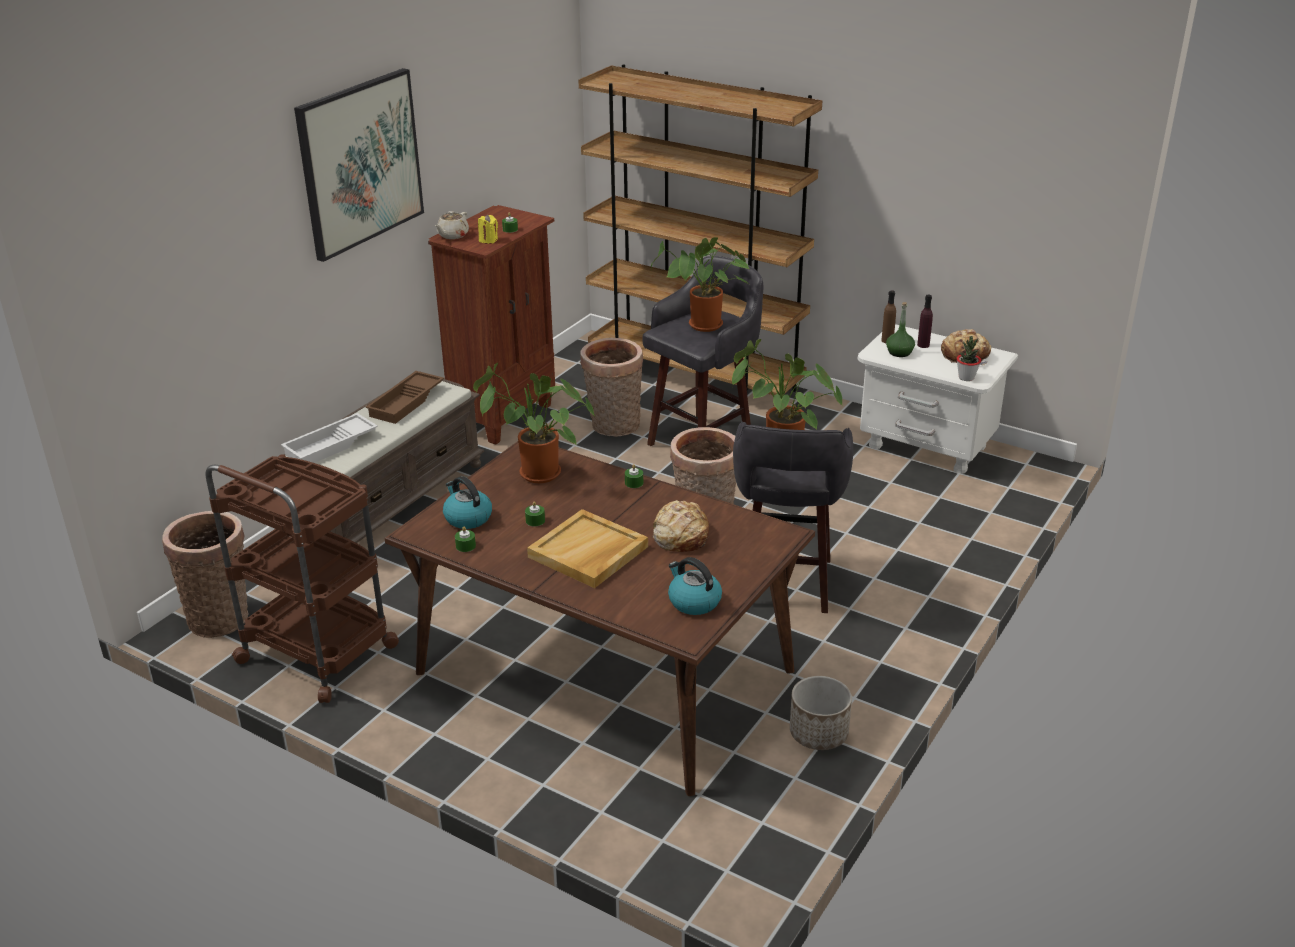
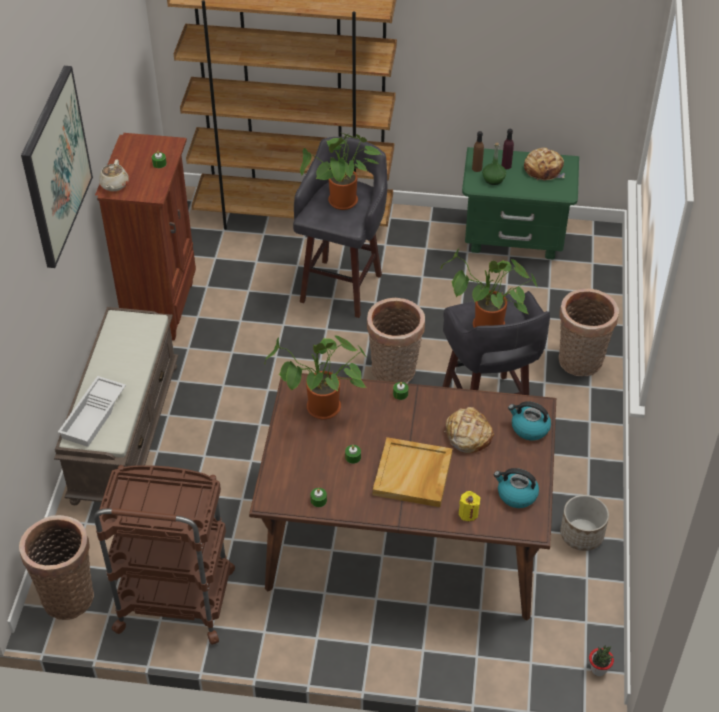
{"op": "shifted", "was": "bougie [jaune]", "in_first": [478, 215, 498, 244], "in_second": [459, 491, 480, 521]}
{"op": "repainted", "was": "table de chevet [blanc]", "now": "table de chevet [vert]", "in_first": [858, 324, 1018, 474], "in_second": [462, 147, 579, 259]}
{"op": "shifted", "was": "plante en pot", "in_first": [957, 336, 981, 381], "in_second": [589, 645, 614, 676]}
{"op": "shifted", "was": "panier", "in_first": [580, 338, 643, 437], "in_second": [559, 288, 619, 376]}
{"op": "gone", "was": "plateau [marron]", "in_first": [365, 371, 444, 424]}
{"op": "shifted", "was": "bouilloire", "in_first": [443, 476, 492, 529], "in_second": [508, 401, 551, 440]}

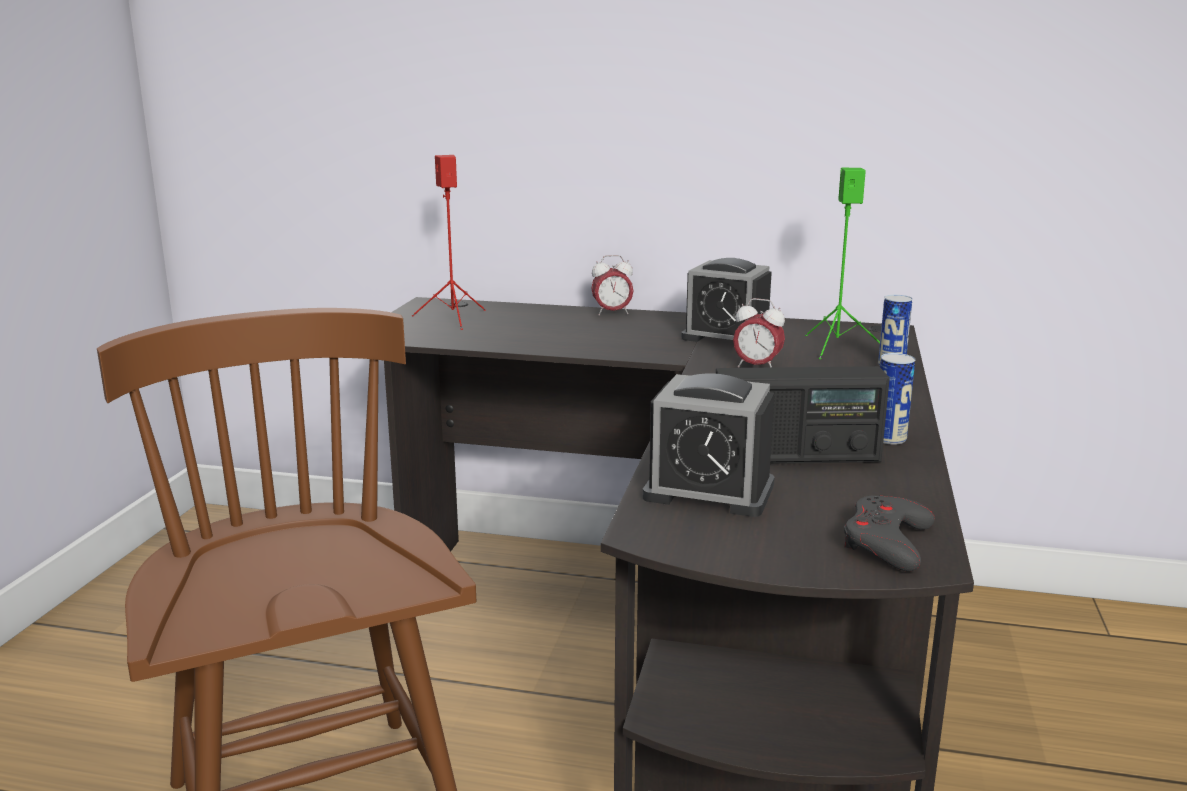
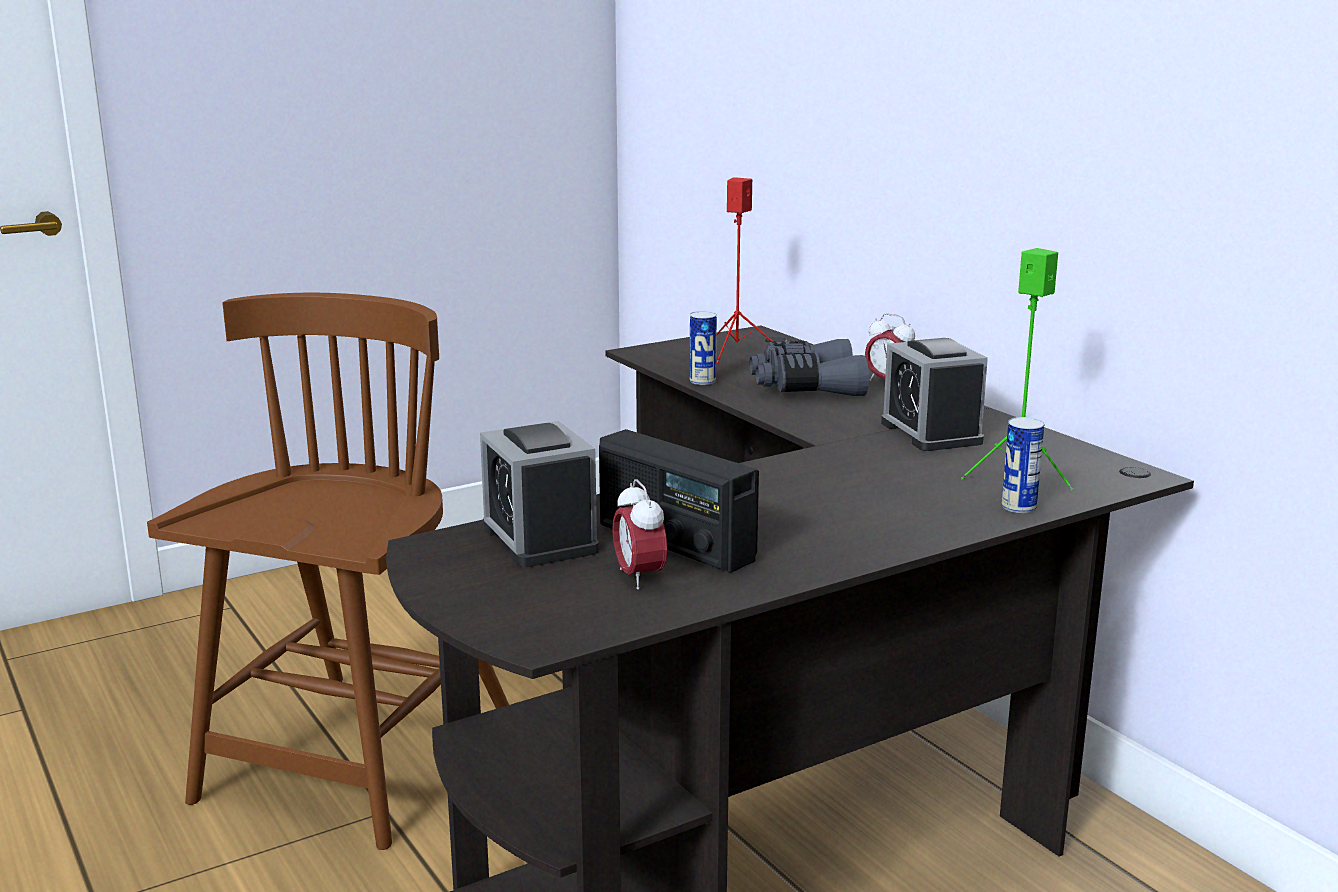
{"op": "shifted", "was": "réveil", "in_first": [733, 298, 785, 368], "in_second": [612, 479, 667, 590]}
{"op": "shifted", "was": "boîte métallique", "in_first": [880, 353, 915, 445], "in_second": [690, 311, 717, 385]}
{"op": "gone", "was": "manette [gris]", "in_first": [844, 496, 935, 572]}
{"op": "new", "now": "jumelles [gris]", "in_second": [749, 339, 869, 396]}

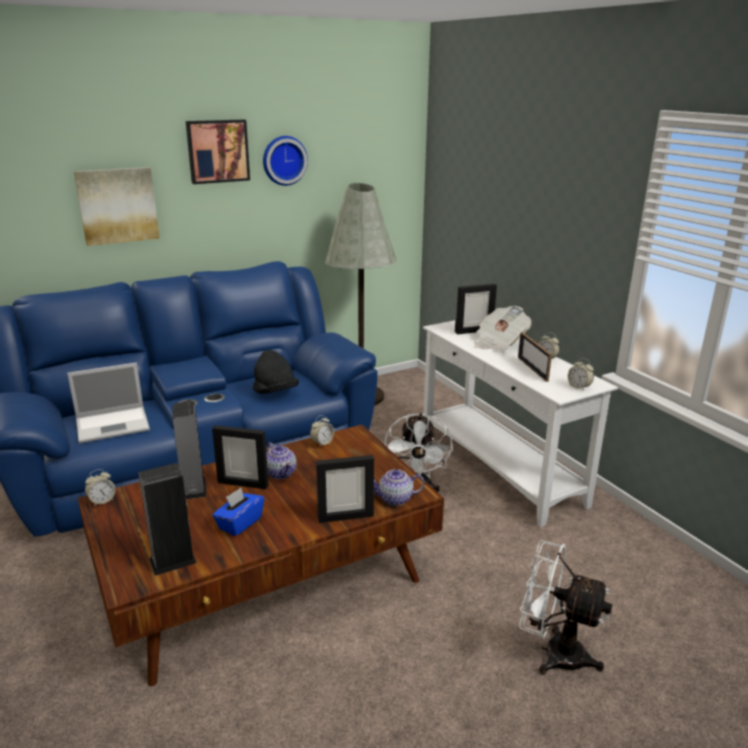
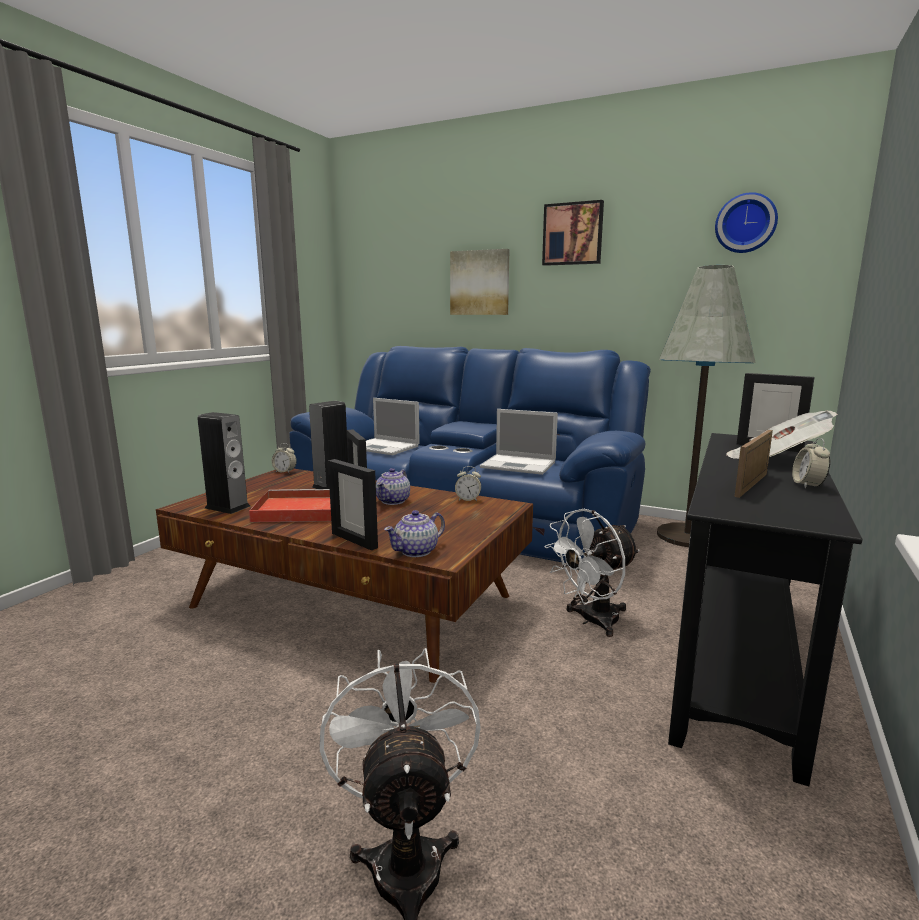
{"op": "shifted", "was": "horloge murale", "in_first": [263, 136, 308, 186], "in_second": [715, 192, 778, 253]}
{"op": "repainted", "was": "table console [blanc]", "now": "table console [noir]", "in_first": [423, 320, 618, 527], "in_second": [668, 433, 862, 786]}
{"op": "swapped", "was": "chapeau [noir]", "now": "ordinateur portable", "in_first": [253, 350, 299, 394], "in_second": [480, 409, 558, 475]}
{"op": "gone", "was": "réveil", "in_first": [568, 358, 594, 391]}
{"op": "rotated", "was": "théière", "in_first": [374, 469, 425, 506], "in_second": [384, 510, 445, 557], "clockwise": -90}
{"op": "swapped", "was": "boîte à mouchoirs [bleu]", "now": "plateau [rouge]", "in_first": [213, 488, 264, 536], "in_second": [249, 489, 331, 522]}

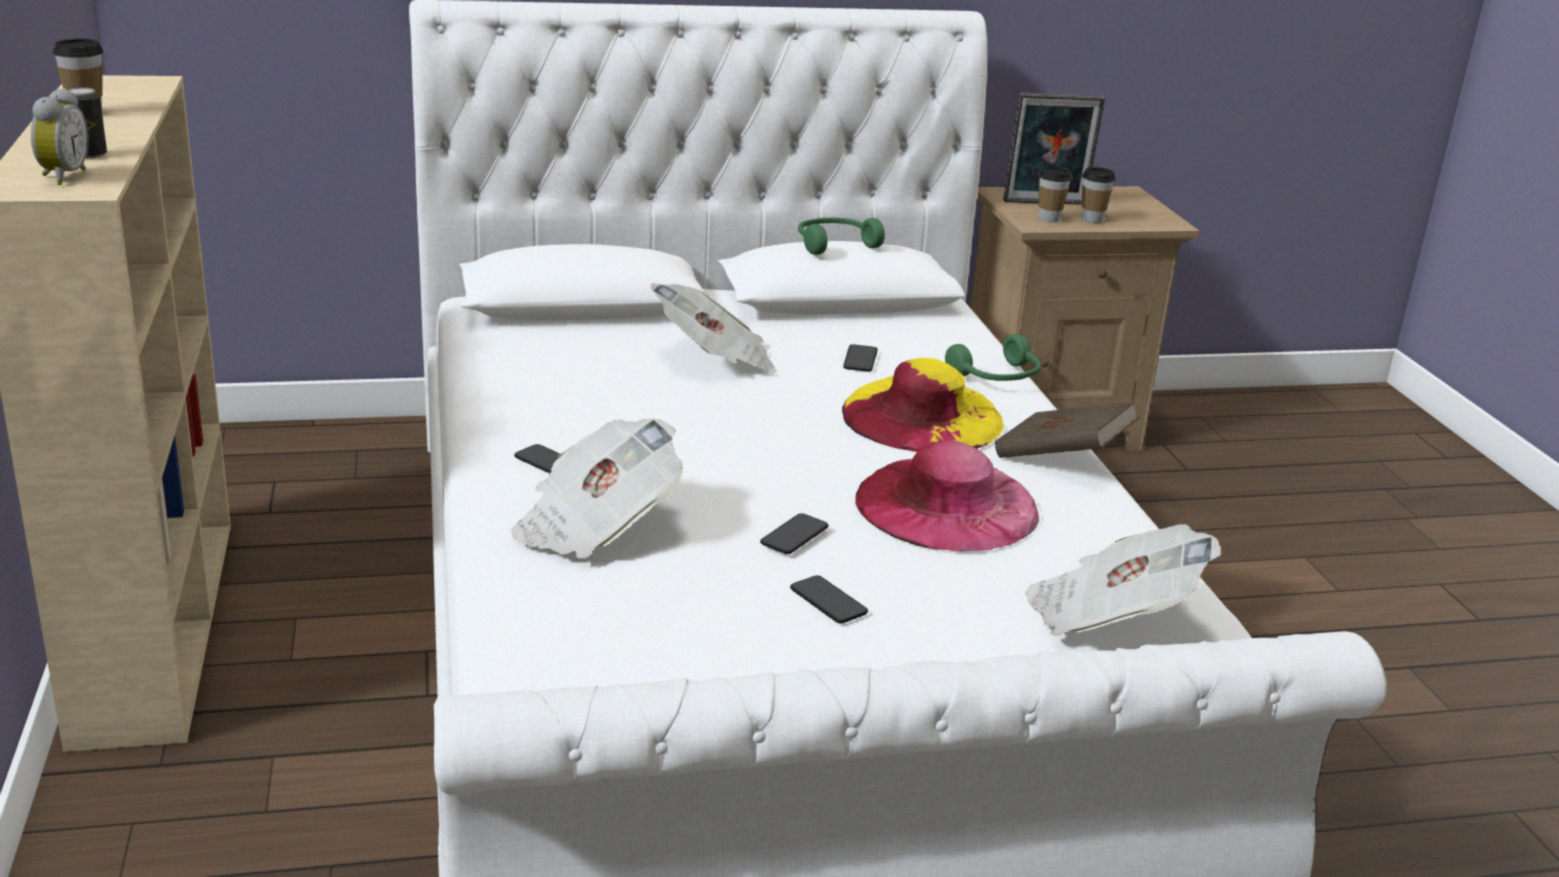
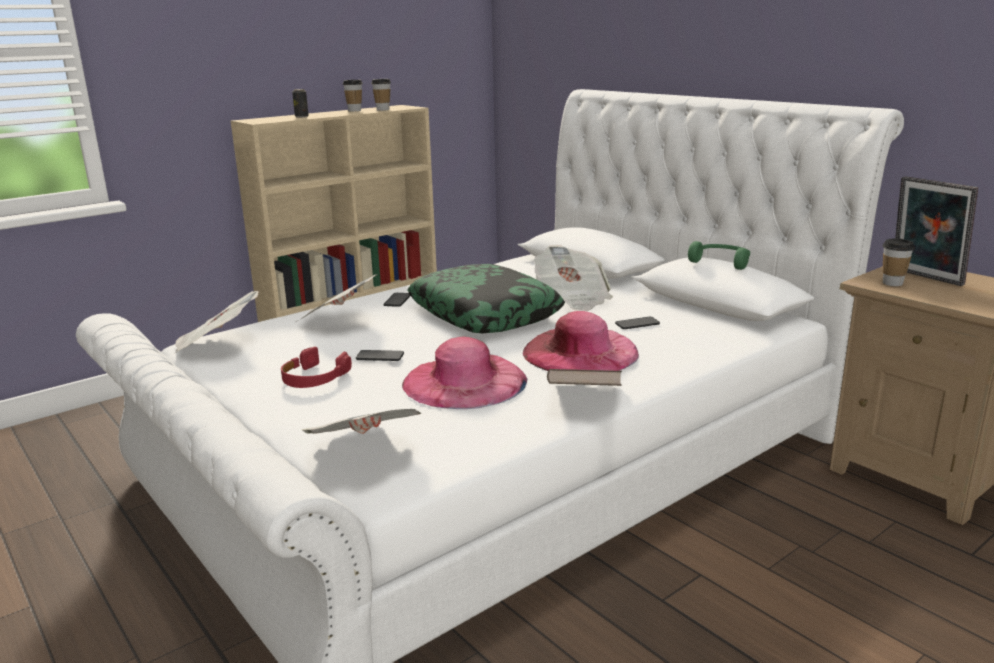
{"op": "gone", "was": "réveil", "in_first": [31, 88, 89, 185]}
{"op": "shifted", "was": "tasse", "in_first": [1082, 167, 1116, 223], "in_second": [371, 79, 391, 111]}
{"op": "gone", "was": "casque audio [vert]", "in_first": [945, 334, 1041, 381]}
{"op": "repainted", "was": "chapeau [jaune]", "now": "chapeau [rose]", "in_first": [842, 358, 1005, 451], "in_second": [522, 311, 639, 371]}
{"op": "swapped", "was": "téléphone", "now": "casque audio [rouge]", "in_first": [790, 575, 868, 623], "in_second": [281, 347, 352, 388]}
{"op": "new", "now": "coussin", "in_second": [407, 264, 565, 333]}
{"op": "new", "now": "journal", "in_second": [175, 291, 259, 353]}

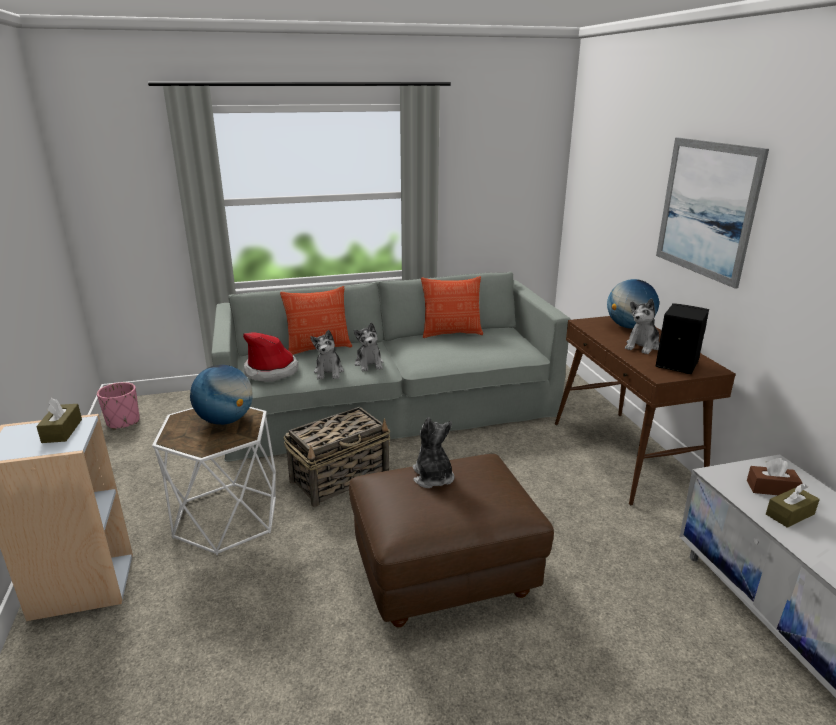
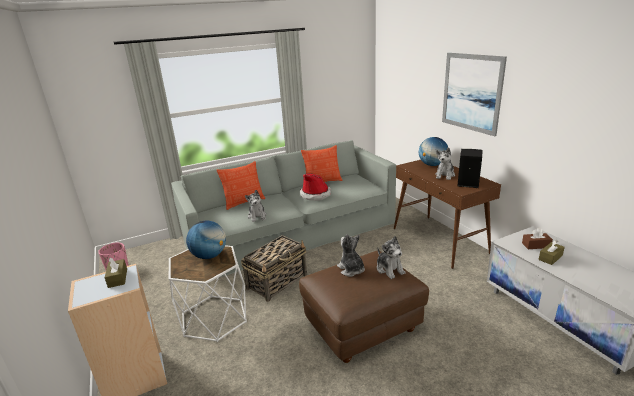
{"op": "shifted", "was": "peluche", "in_first": [354, 322, 383, 371], "in_second": [377, 236, 406, 279]}
{"op": "shifted", "was": "chapeau", "in_first": [243, 332, 298, 382], "in_second": [300, 173, 331, 201]}

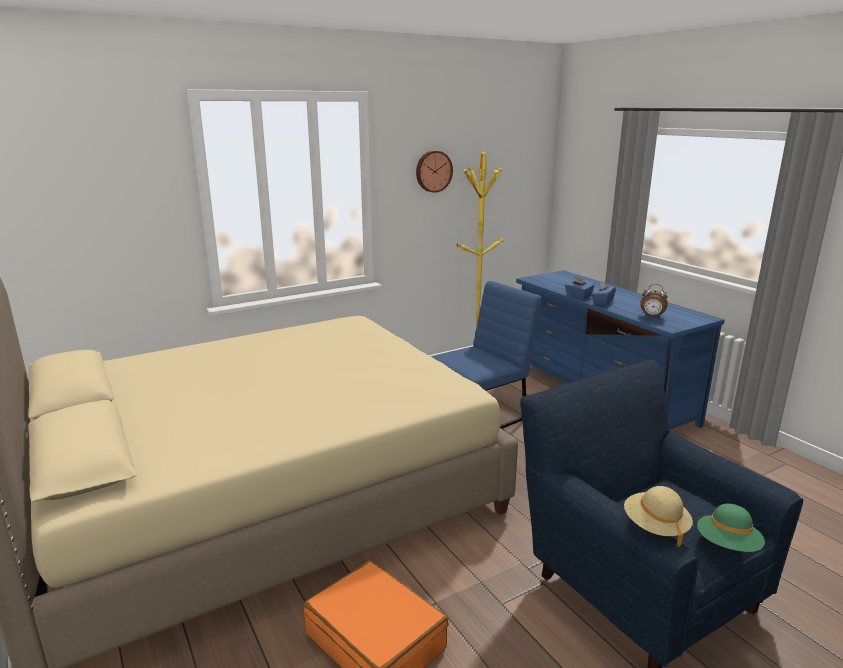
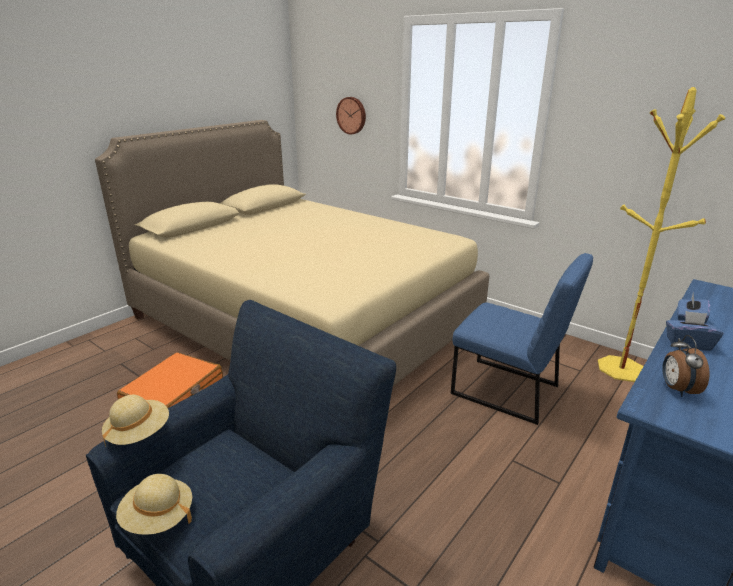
{"op": "shifted", "was": "horloge murale", "in_first": [416, 151, 453, 193], "in_second": [336, 97, 366, 134]}
{"op": "repainted", "was": "chapeau [vert]", "now": "chapeau [beige]", "in_first": [697, 504, 765, 552], "in_second": [116, 474, 192, 535]}

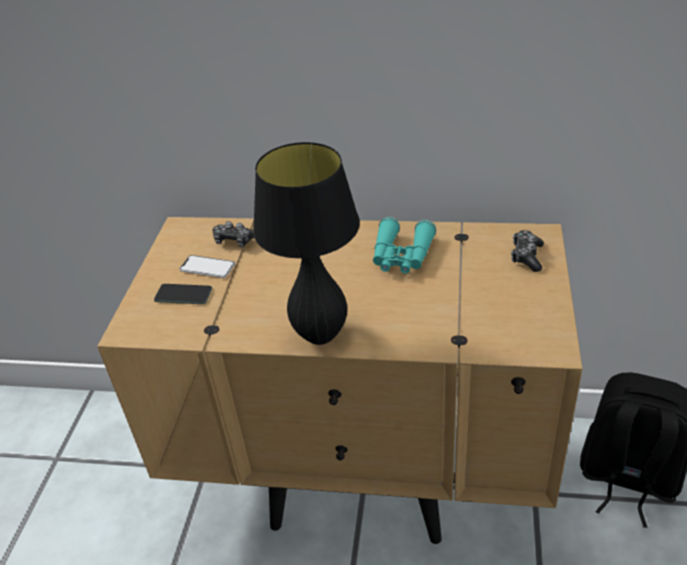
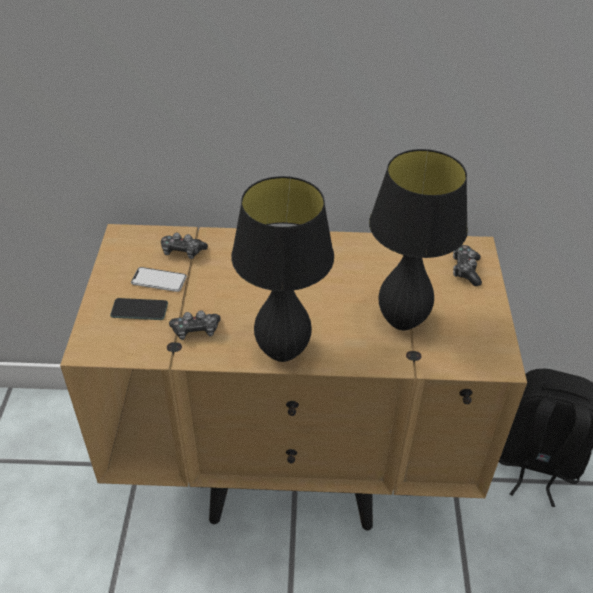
{"op": "gone", "was": "jumelles [turquoise]", "in_first": [373, 217, 436, 274]}
{"op": "new", "now": "lampe de table [noir]", "in_second": [369, 149, 468, 330]}
{"op": "new", "now": "manette", "in_second": [169, 310, 221, 340]}

